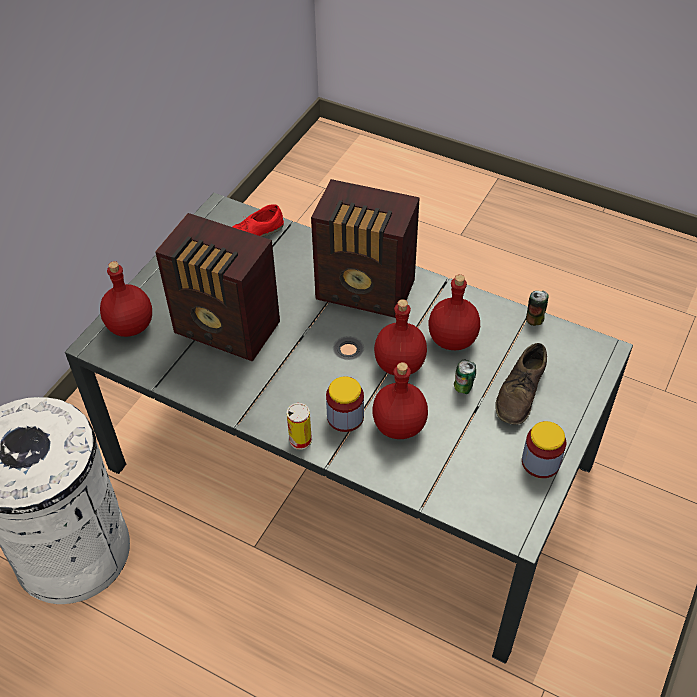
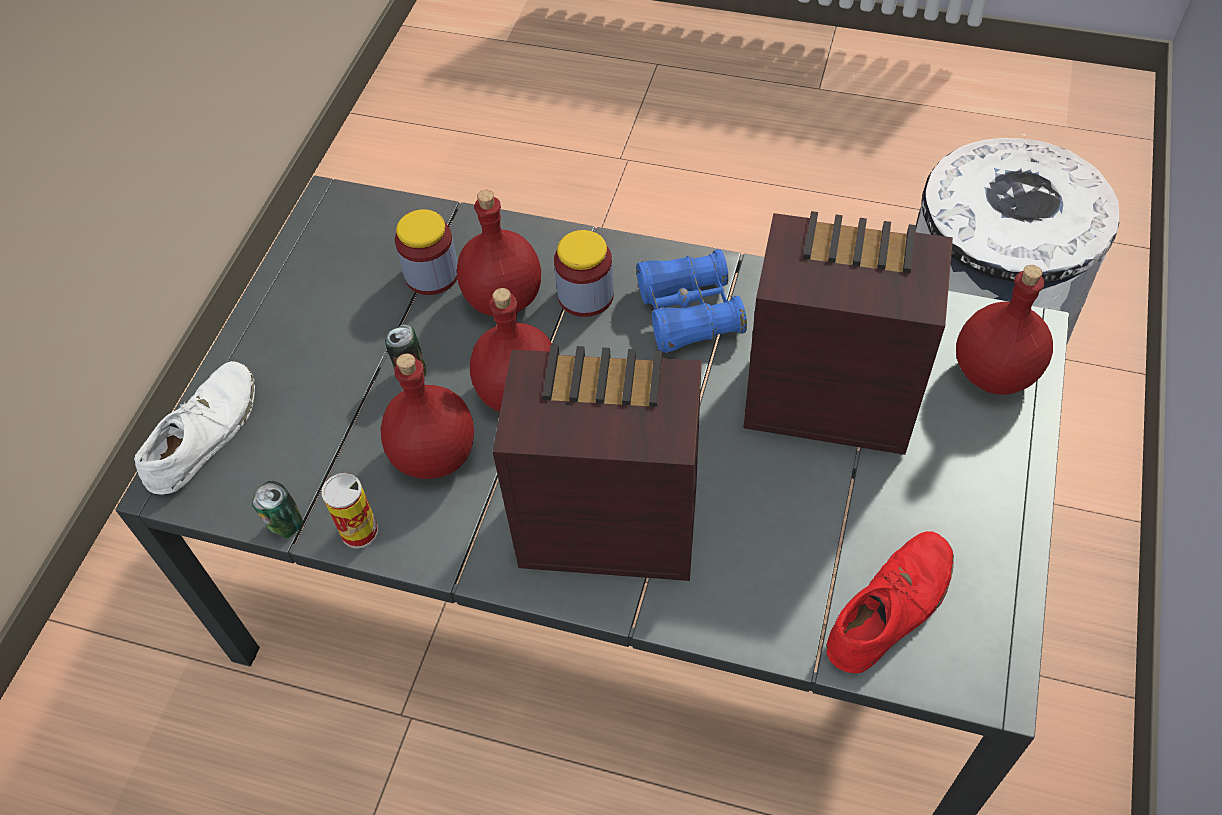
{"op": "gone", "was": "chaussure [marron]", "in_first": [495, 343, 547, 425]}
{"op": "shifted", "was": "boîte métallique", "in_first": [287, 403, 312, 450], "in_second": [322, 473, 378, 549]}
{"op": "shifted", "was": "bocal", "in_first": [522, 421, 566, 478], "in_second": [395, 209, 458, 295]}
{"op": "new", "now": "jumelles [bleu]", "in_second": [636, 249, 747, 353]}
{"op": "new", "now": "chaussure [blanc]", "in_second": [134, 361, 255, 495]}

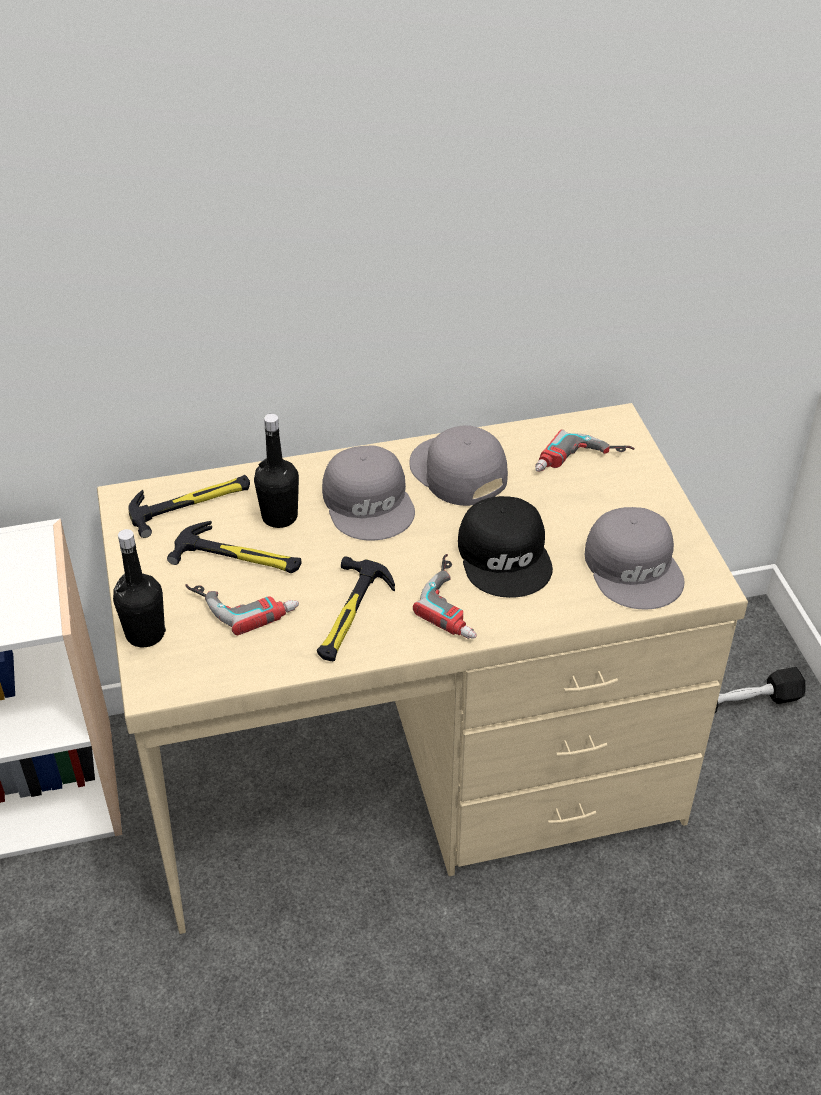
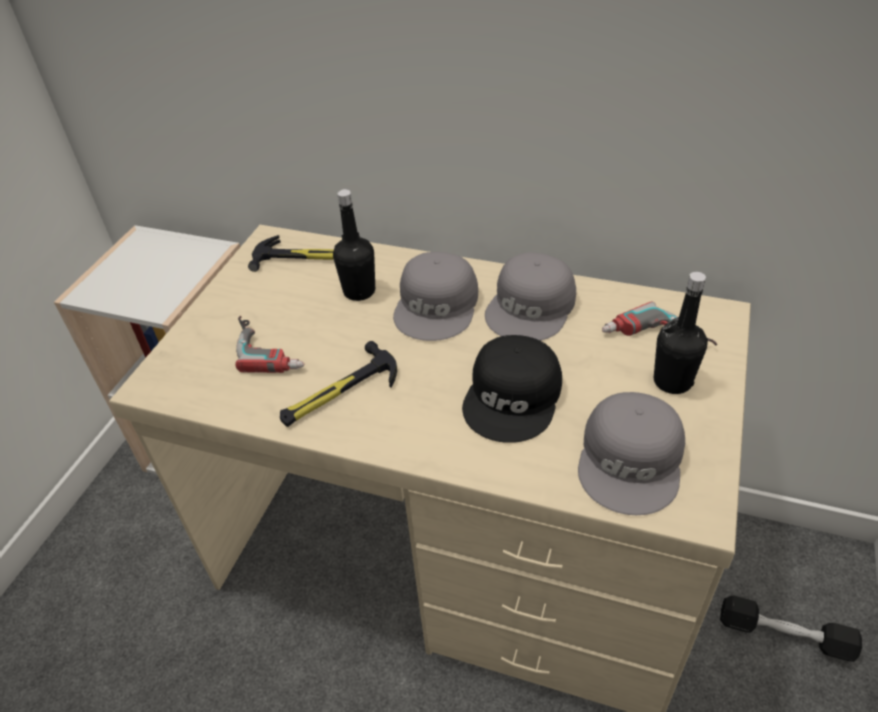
{"op": "rotated", "was": "casquette [gris]", "in_first": [409, 425, 508, 506], "in_second": [485, 252, 576, 341], "clockwise": -150}
{"op": "gone", "was": "marteau", "in_first": [167, 521, 301, 573]}
{"op": "shifted", "was": "bouteille [noir]", "in_first": [113, 529, 166, 647], "in_second": [654, 272, 708, 394]}
{"op": "gone", "was": "perceuse", "in_first": [413, 554, 477, 639]}

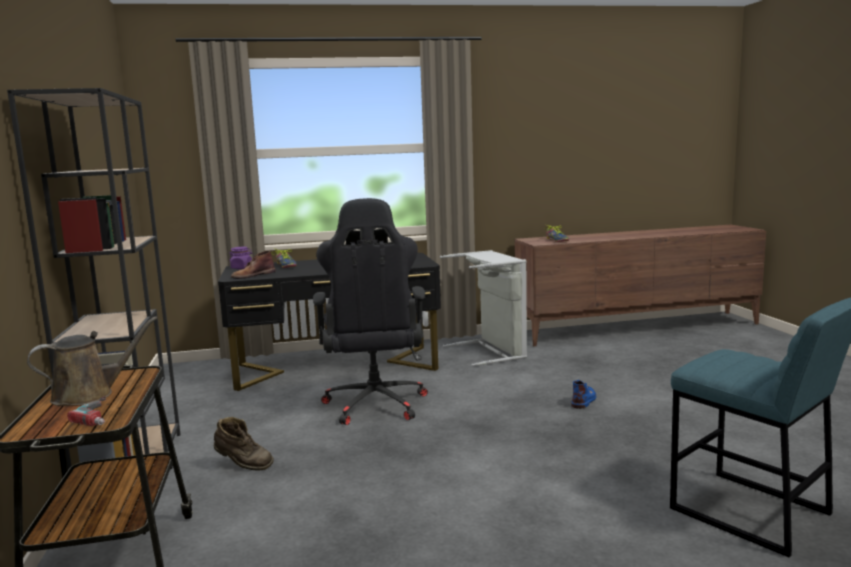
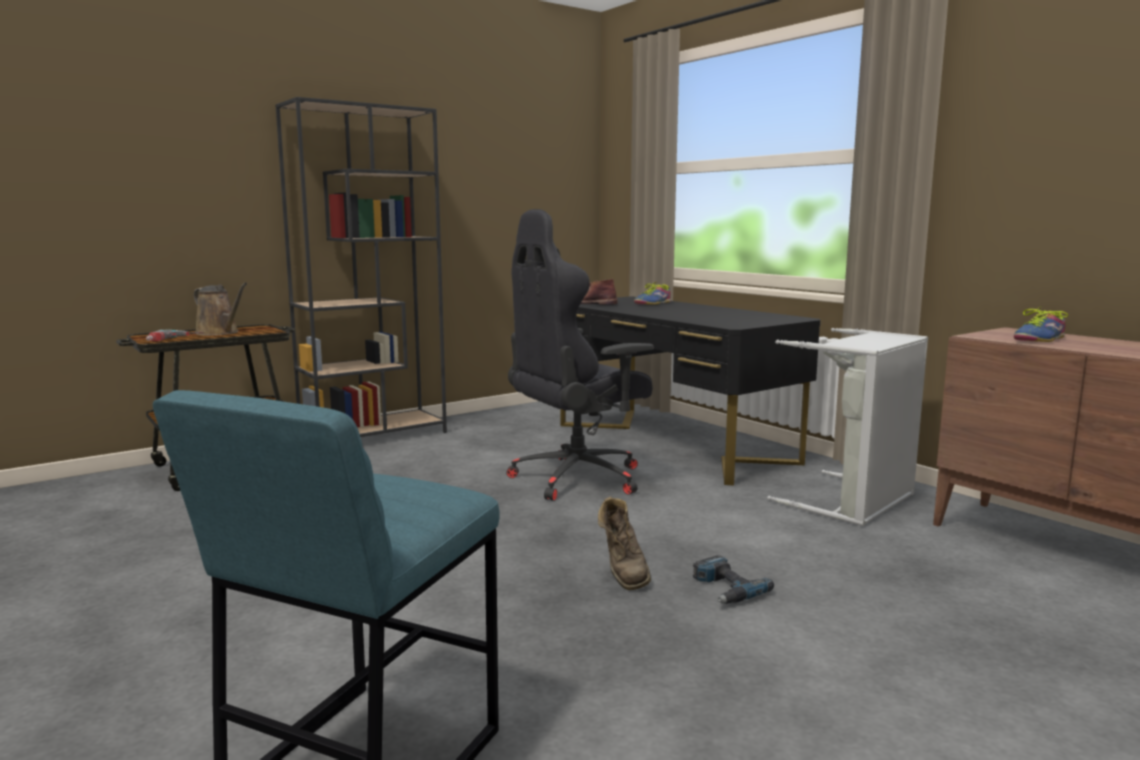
{"op": "gone", "was": "bocal [violet]", "in_first": [230, 247, 252, 269]}
{"op": "swapped", "was": "botte [bleu]", "now": "perceuse", "in_first": [571, 380, 596, 409], "in_second": [692, 555, 774, 604]}
{"op": "shifted", "was": "botte [marron]", "in_first": [214, 417, 274, 471], "in_second": [598, 496, 651, 590]}

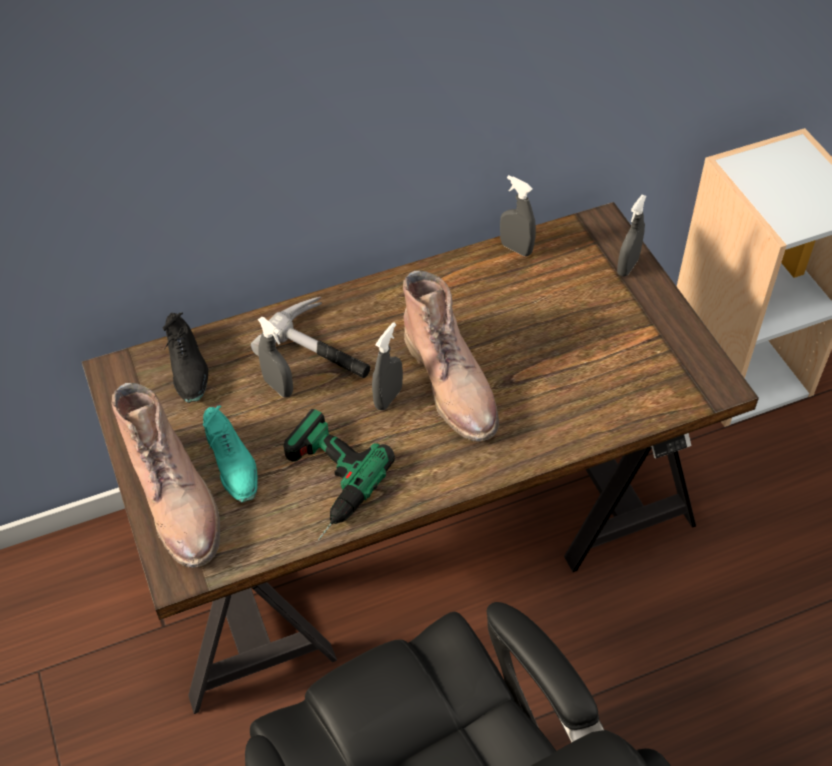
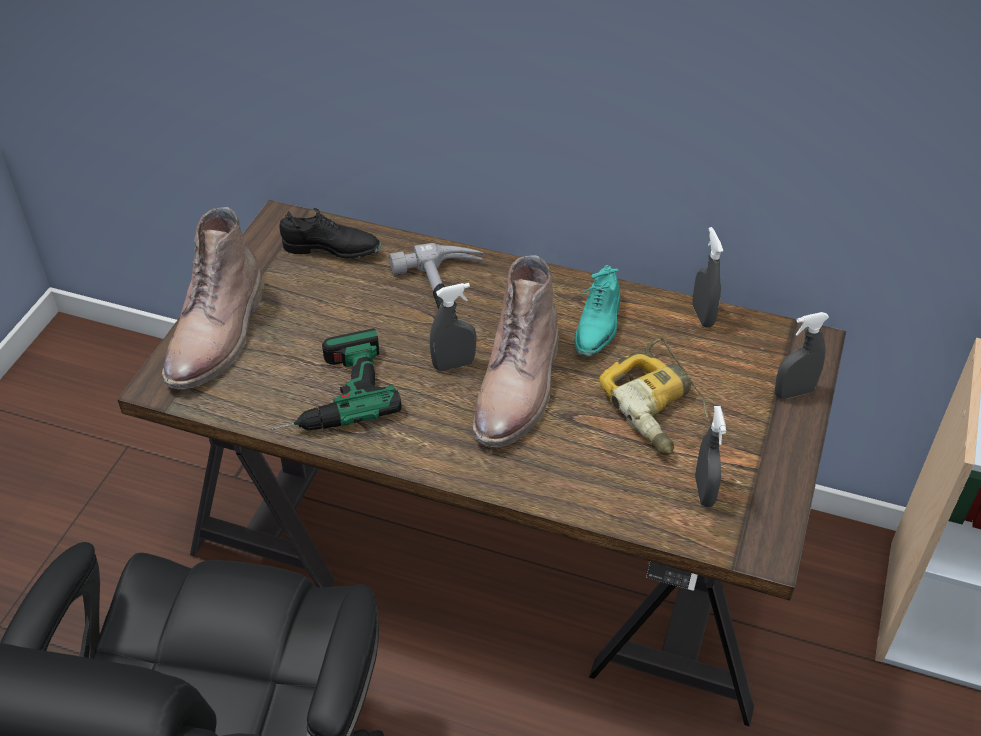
{"op": "rotated", "was": "chaussure [noir]", "in_first": [163, 312, 208, 403], "in_second": [279, 208, 381, 258], "clockwise": -105}
{"op": "shifted", "was": "vaporisateur [gris]", "in_first": [258, 317, 293, 397], "in_second": [695, 406, 726, 507]}
{"op": "shifted", "was": "chaussure [turquoise]", "in_first": [203, 405, 258, 502], "in_second": [575, 265, 620, 357]}
{"op": "new", "now": "perceuse", "in_second": [599, 338, 708, 455]}

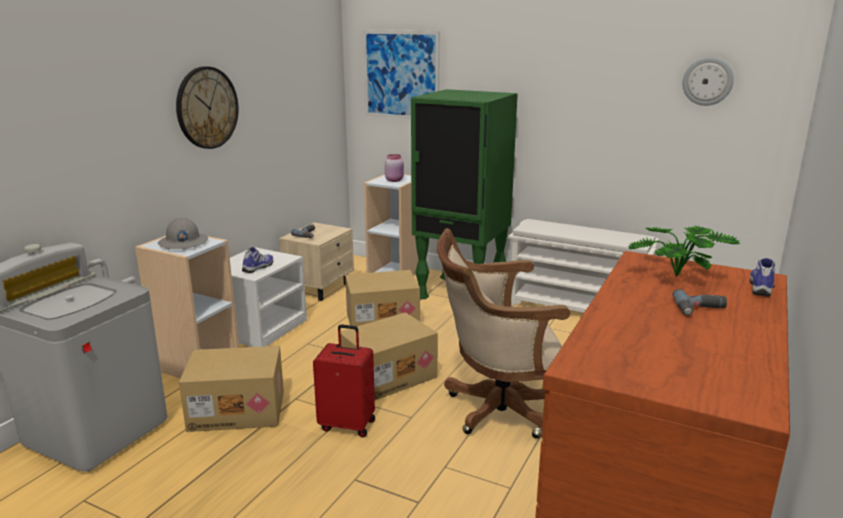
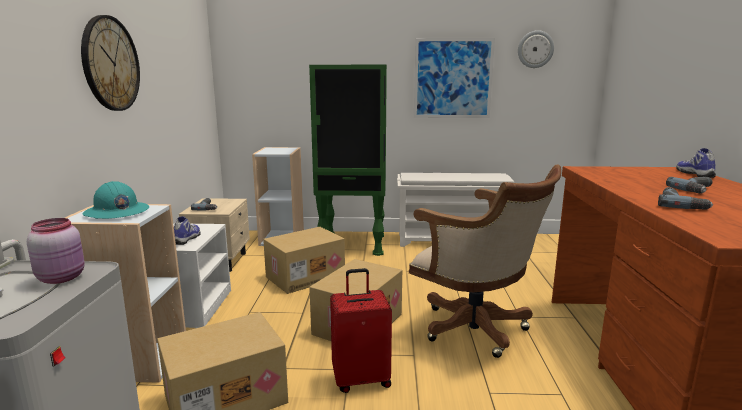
{"op": "shifted", "was": "tableau", "in_first": [363, 30, 440, 119], "in_second": [414, 38, 495, 118]}
{"op": "shifted", "was": "bocal [rose]", "in_first": [385, 154, 404, 182], "in_second": [27, 218, 85, 284]}
{"op": "repainted", "was": "casque de chantier [gris]", "now": "casque de chantier [turquoise]", "in_first": [158, 217, 208, 249], "in_second": [83, 181, 149, 219]}
{"op": "gone", "was": "plante en pot", "in_first": [627, 225, 740, 276]}
{"op": "rotated", "was": "chaise de bureau", "in_first": [437, 228, 570, 438], "in_second": [409, 164, 561, 358], "clockwise": -105}
{"op": "new", "now": "perceuse", "in_second": [658, 187, 713, 210]}

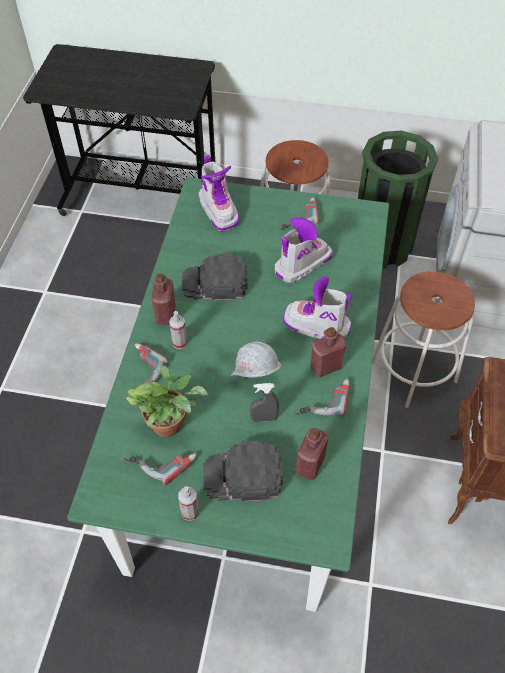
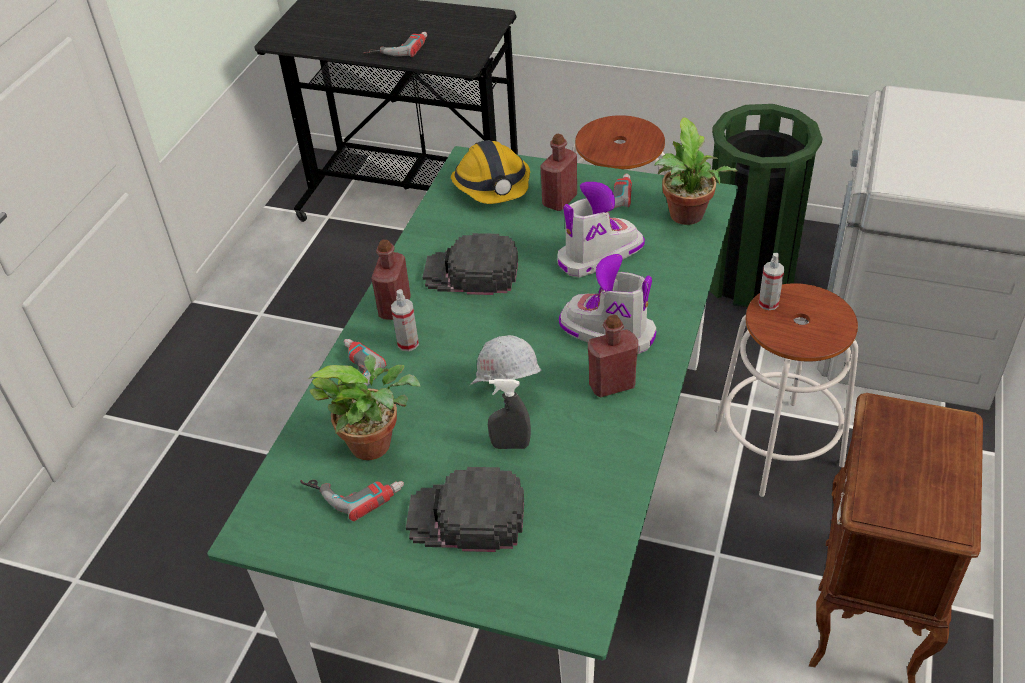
{"op": "swapped", "was": "botte", "now": "casque de chantier", "in_first": [198, 155, 239, 231], "in_second": [451, 140, 530, 204]}
{"op": "shifted", "was": "perceuse", "in_first": [294, 379, 350, 416], "in_second": [364, 32, 427, 57]}
{"op": "shifted", "was": "bouteille [rouge]", "in_first": [295, 428, 328, 480], "in_second": [540, 134, 577, 211]}
{"op": "shifted", "was": "vaporisateur", "in_first": [178, 486, 199, 521], "in_second": [759, 253, 784, 310]}
{"op": "new", "now": "plante en pot", "in_second": [654, 117, 738, 225]}

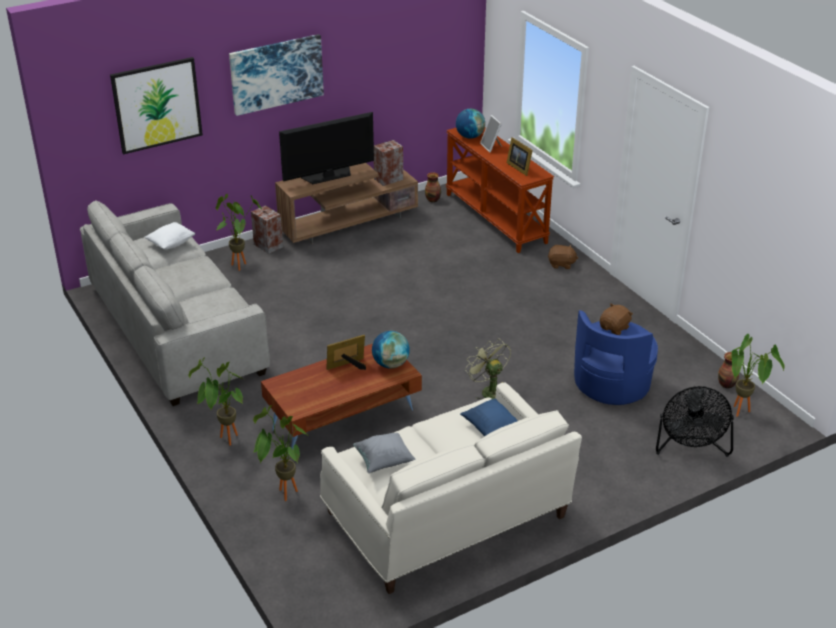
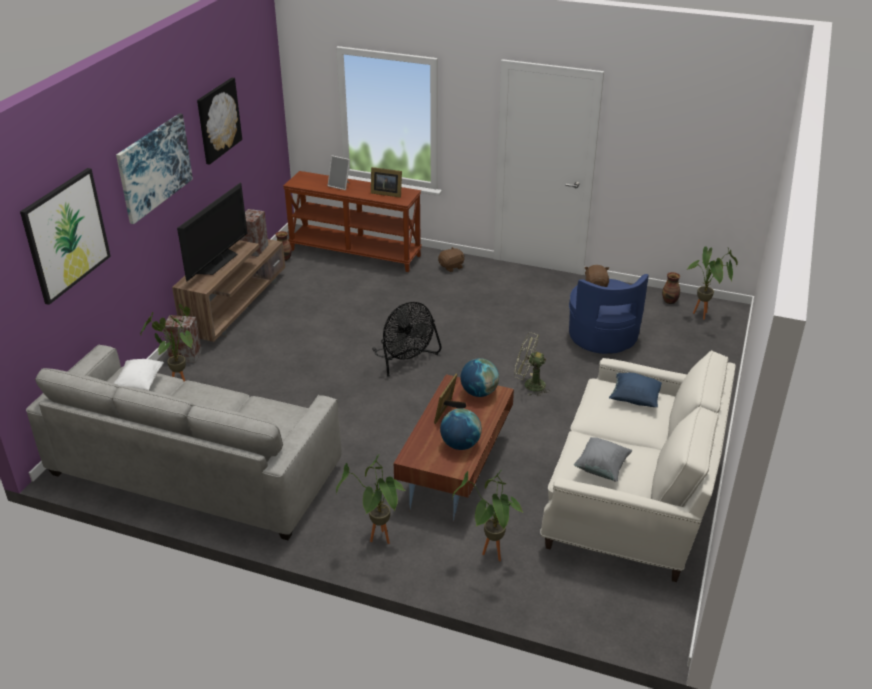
{"op": "shifted", "was": "globe", "in_first": [456, 109, 485, 139], "in_second": [440, 408, 482, 450]}
{"op": "shifted", "was": "ventilateur [noir]", "in_first": [656, 386, 734, 457], "in_second": [372, 302, 442, 377]}
{"op": "new", "now": "tableau", "in_second": [197, 78, 242, 165]}

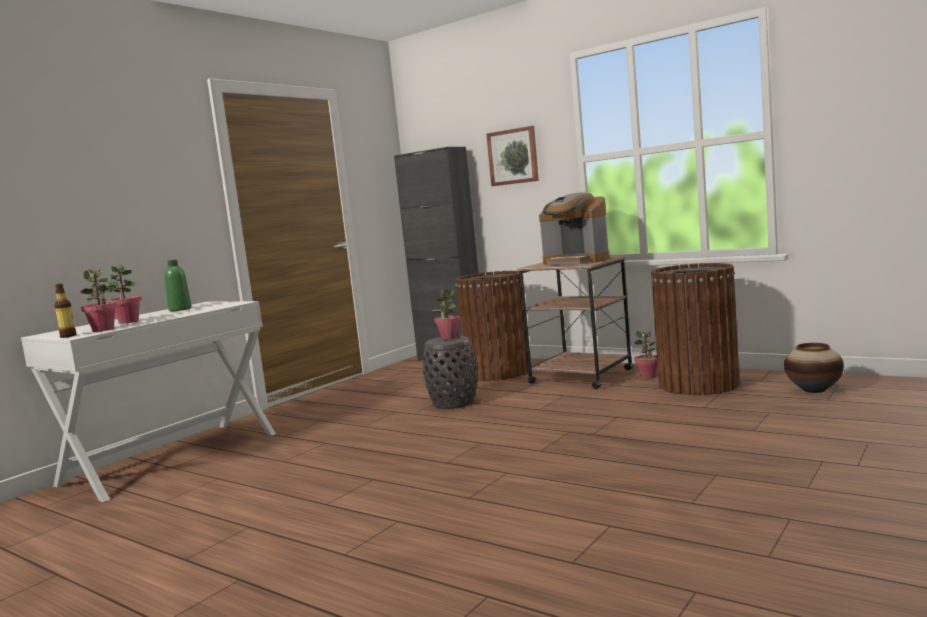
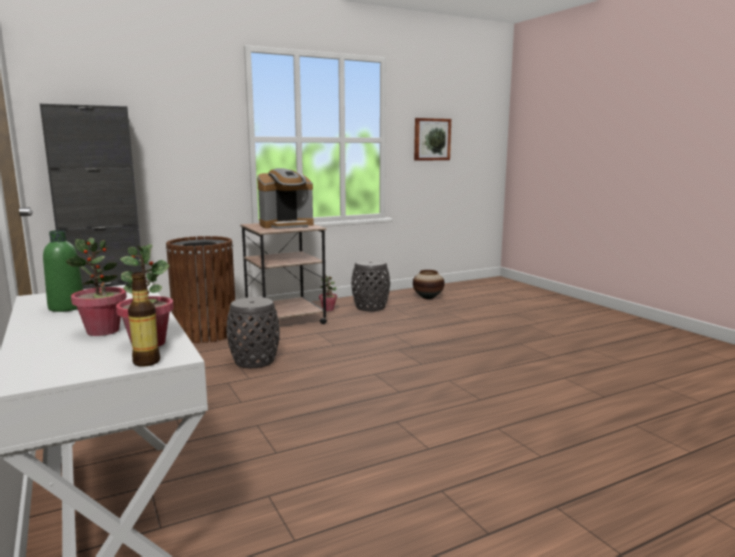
{"op": "shifted", "was": "tableau", "in_first": [486, 126, 539, 186], "in_second": [414, 118, 451, 161]}
{"op": "swapped", "was": "poubelle [marron]", "now": "tabouret [gris]", "in_first": [651, 263, 740, 395], "in_second": [351, 260, 390, 311]}
{"op": "gone", "was": "plante en pot", "in_first": [434, 289, 460, 339]}

